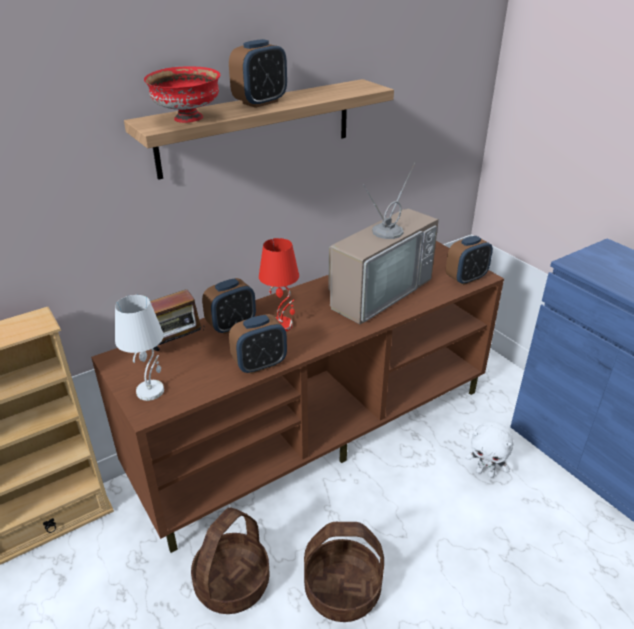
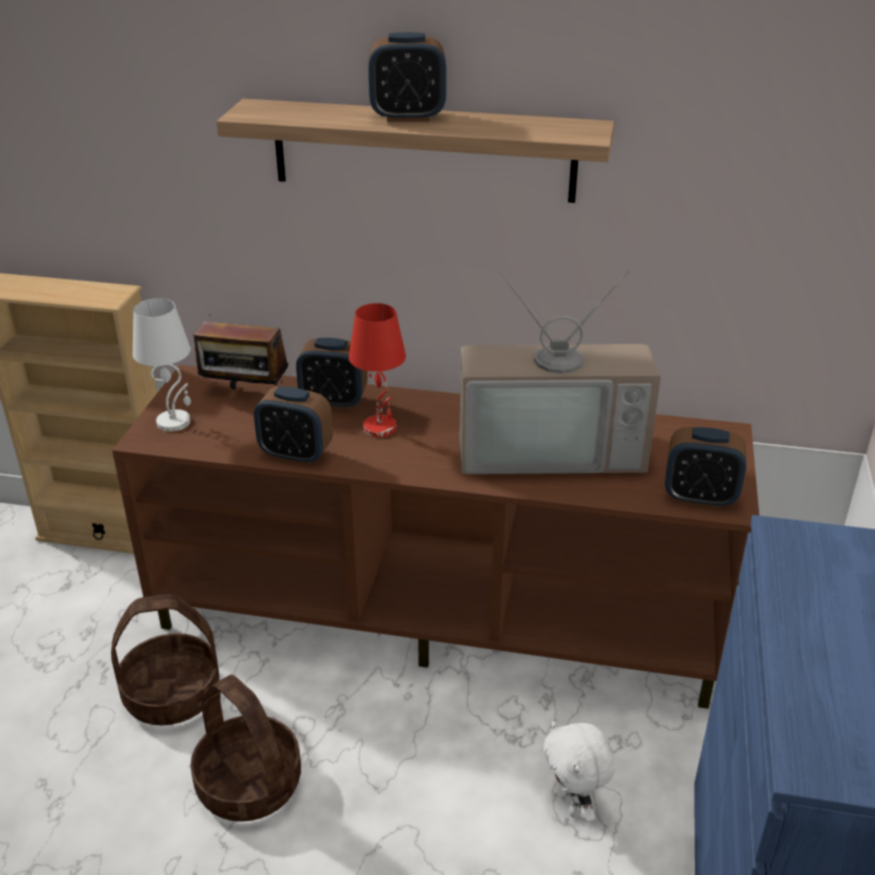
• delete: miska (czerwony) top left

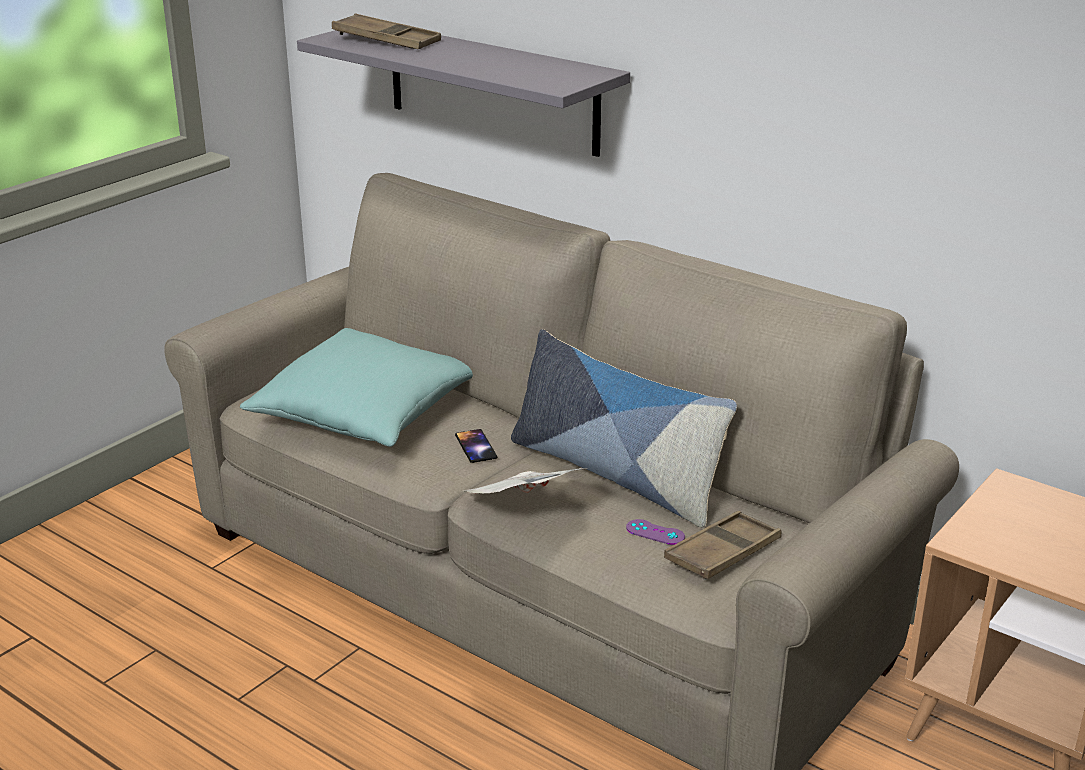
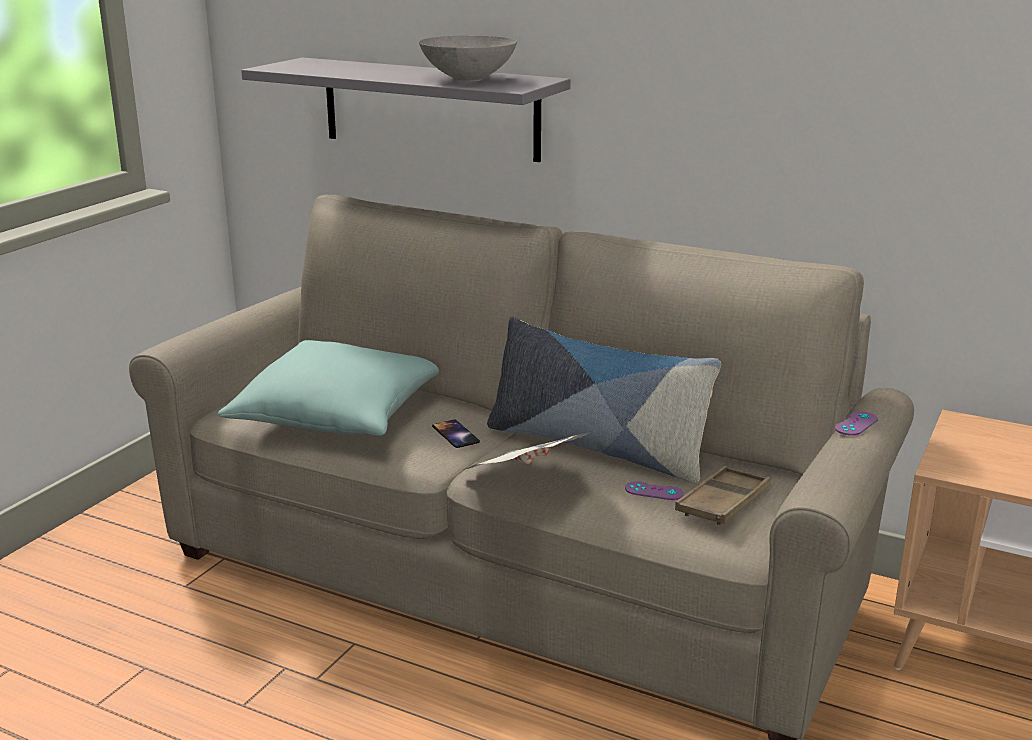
• insert: miska (szary) top centre
• insert: pad do gier (fioletowy) (2nd from left) middle right
• delete: taca (brązowy) (1st from left) top centre

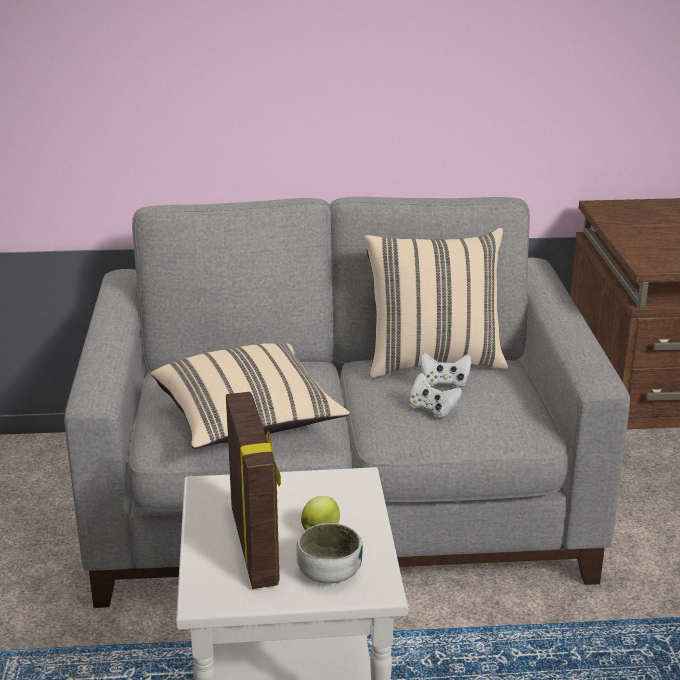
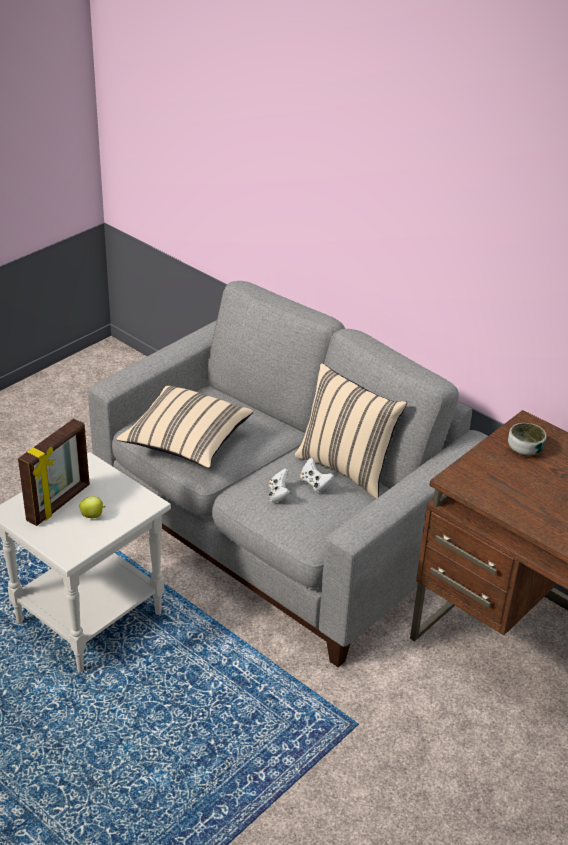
• move: miska bottom centre to middle right

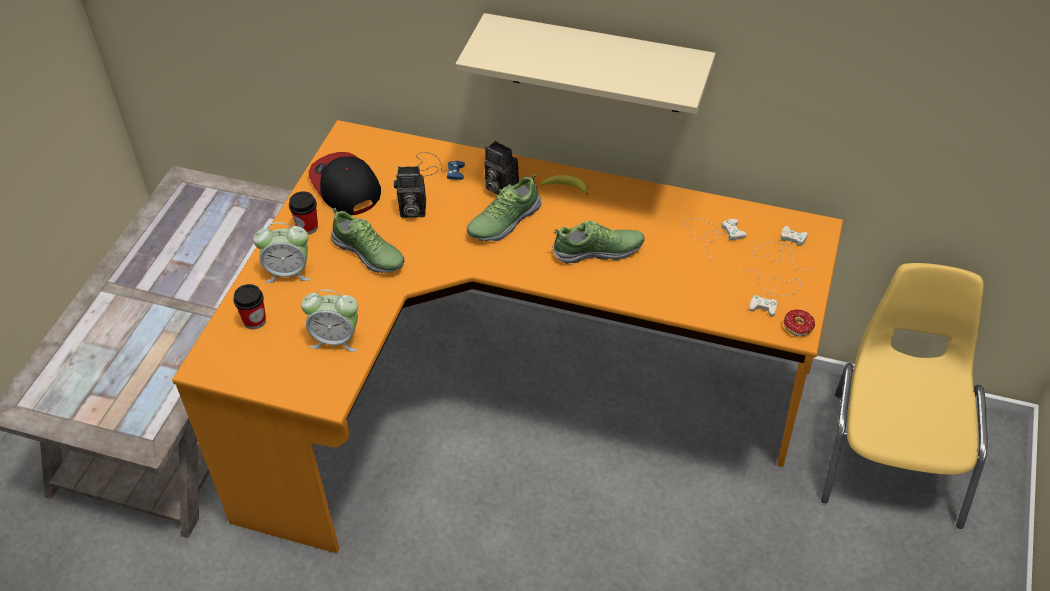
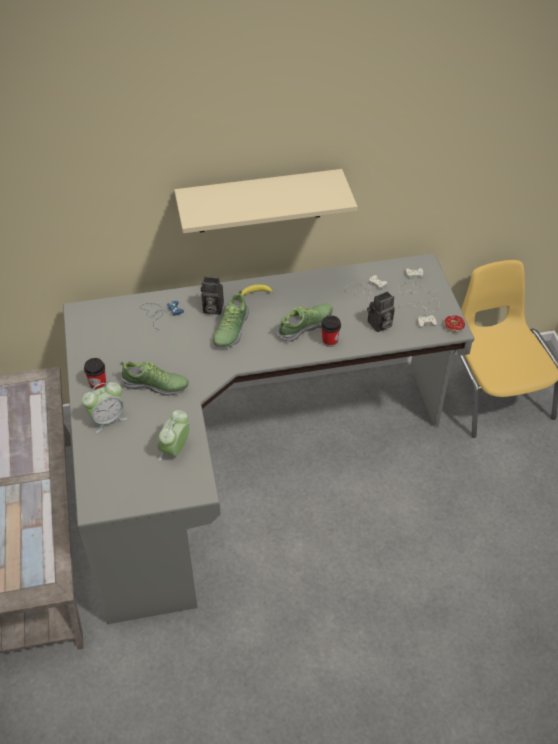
• recolor: biurko (pomarańczowy) centre to biurko (szary) centre
• rotate: budzik (2nd from left) middle left = middle left 135 degrees clockwise
• move: filiżanka (1st from left in the first image) middle left to filiżanka (2nd from left) centre
• move: aparat fotograficzny (1st from left in the first image) top centre to aparat fotograficzny (2nd from left) middle right
• delete: czapka z daszkiem top left

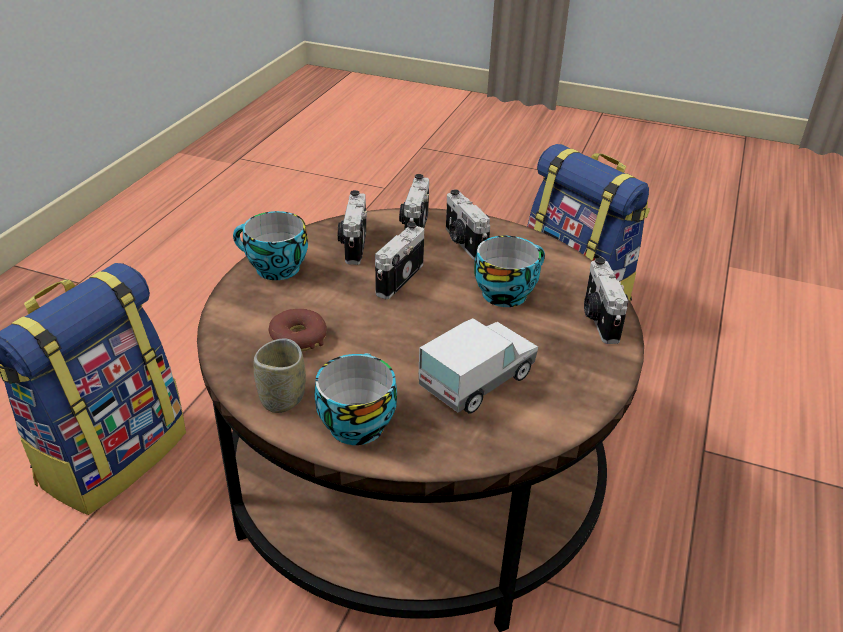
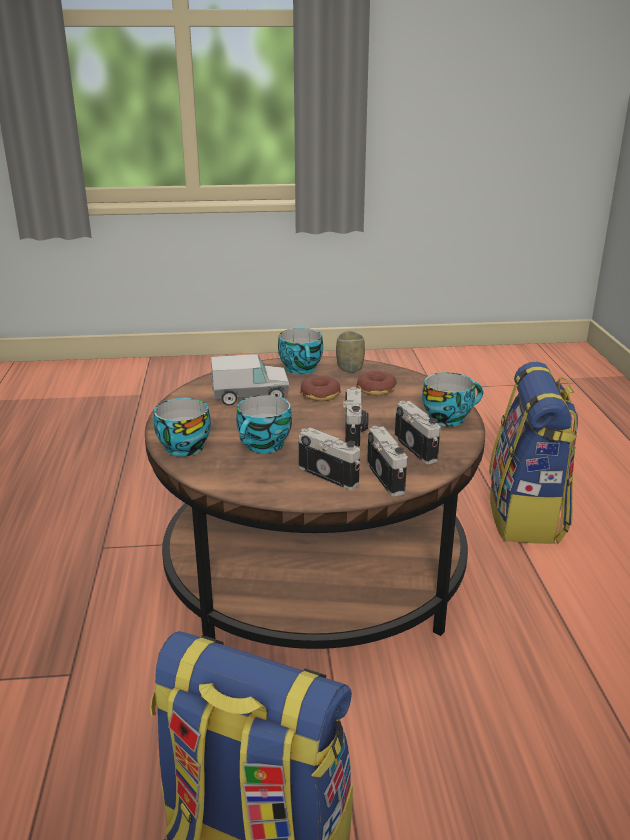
• replace: aparat fotograficzny (5th from left) middle right to filiżanka (1st from left) middle left
• rotate: ciężarówka zabawkowa centre = centre 120 degrees counterclockwise
• insert: donut (1st from left) centre

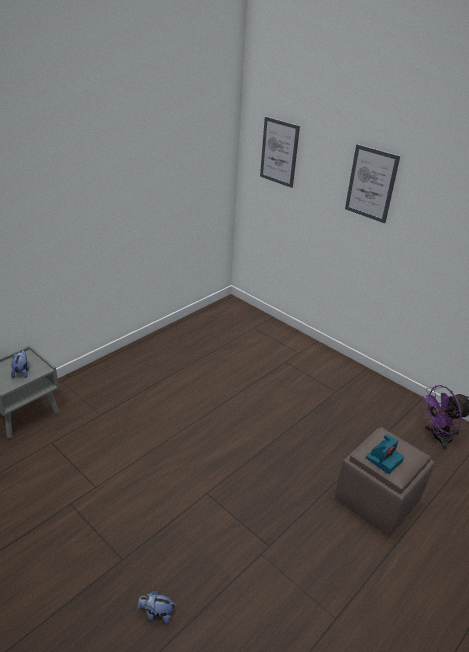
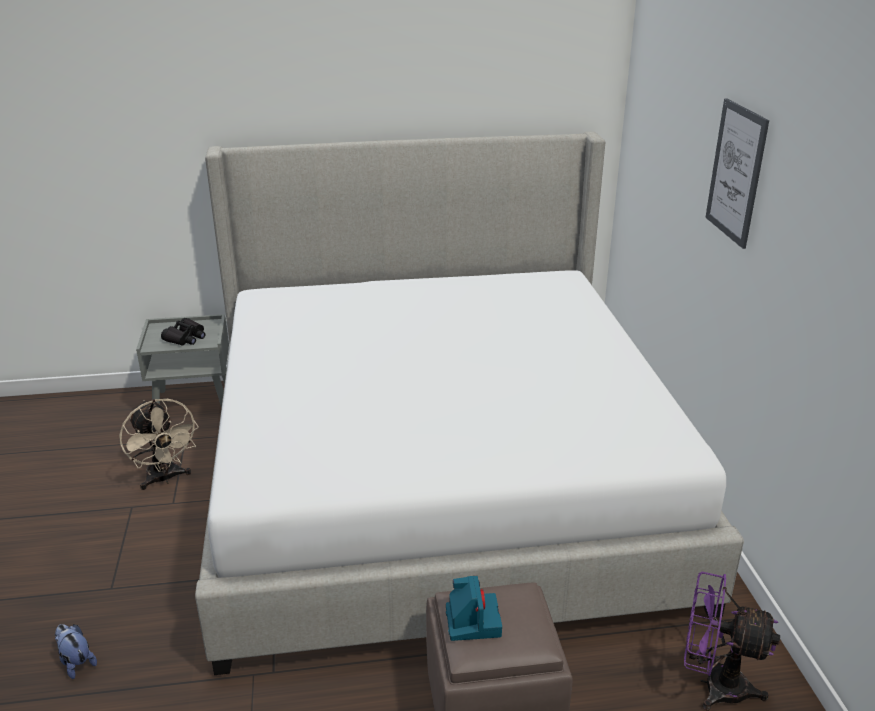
• insert: wentylator (beżowy) middle left
• replace: pluszak (1st from left) middle left to lornetka (czarny) middle left
• insert: łóżko centre
• rotate: aparat fotograficzny bottom right = bottom centre 90 degrees counterclockwise
• delete: obraz (1st from left) top centre

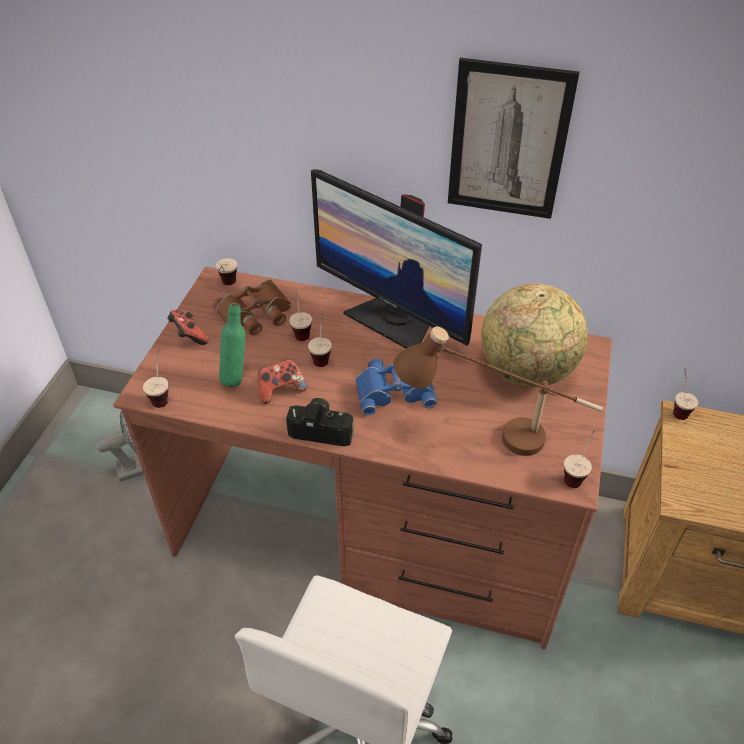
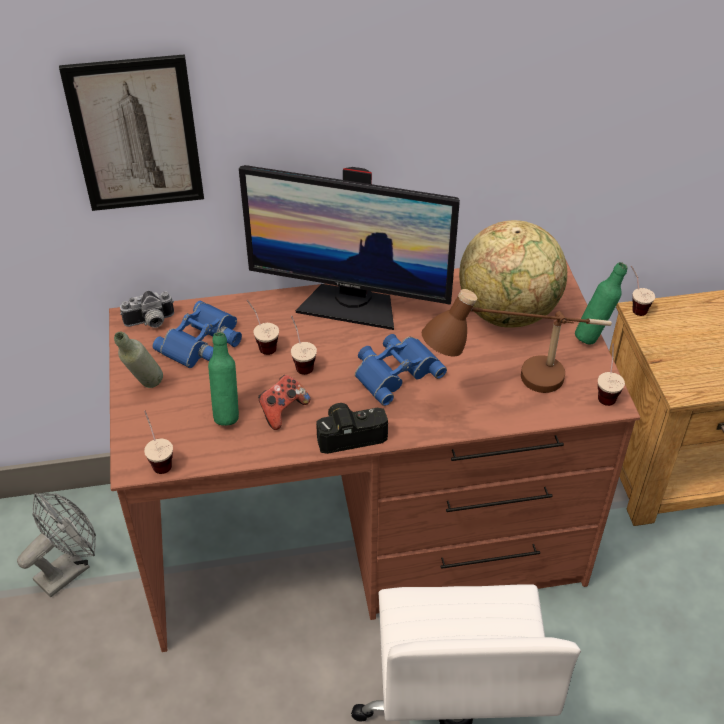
• move: obraz top right to top left
• replace: pad do gier (1st from left) middle left to butelka (szary) middle left
• replace: filiżanka (2nd from left) middle left to aparat fotograficzny (1st from left) middle left
• recolor: lornetka (brązowy) centre to lornetka (niebieski) (1st from left) middle left
• insert: butelka (zielony) (2nd from left) middle right

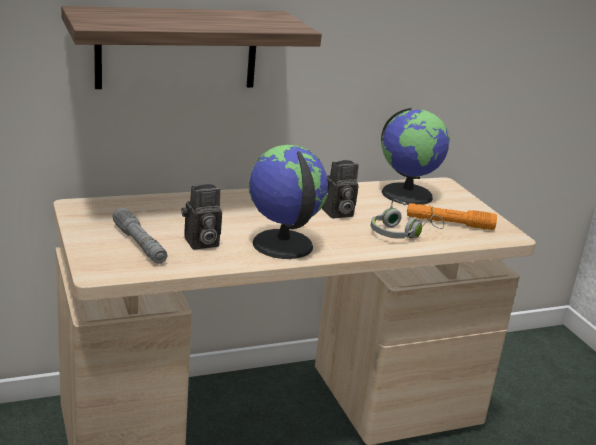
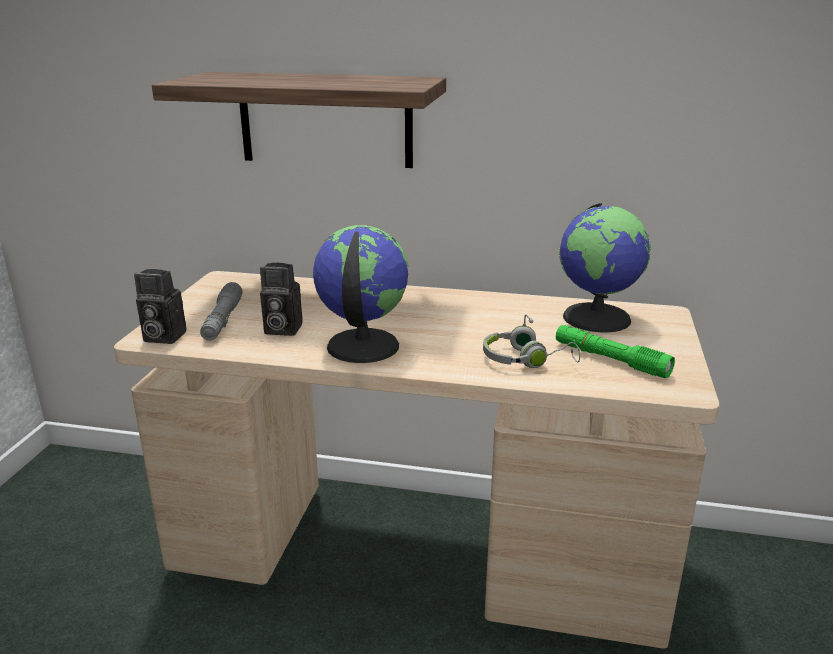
• move: aparat fotograficzny (2nd from left in the first image) centre to aparat fotograficzny (1st from left) middle left
• recolor: latarka (pomarańczowy) middle right to latarka (zielony) middle right

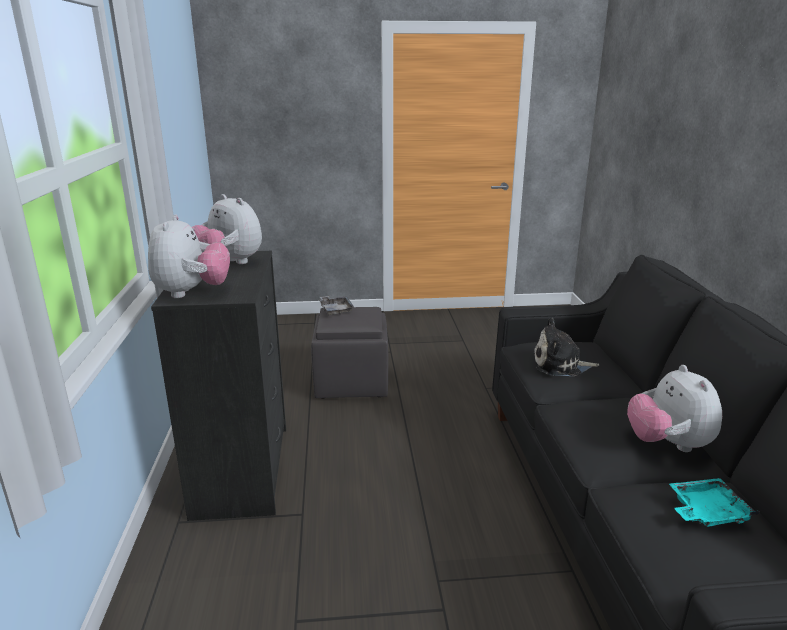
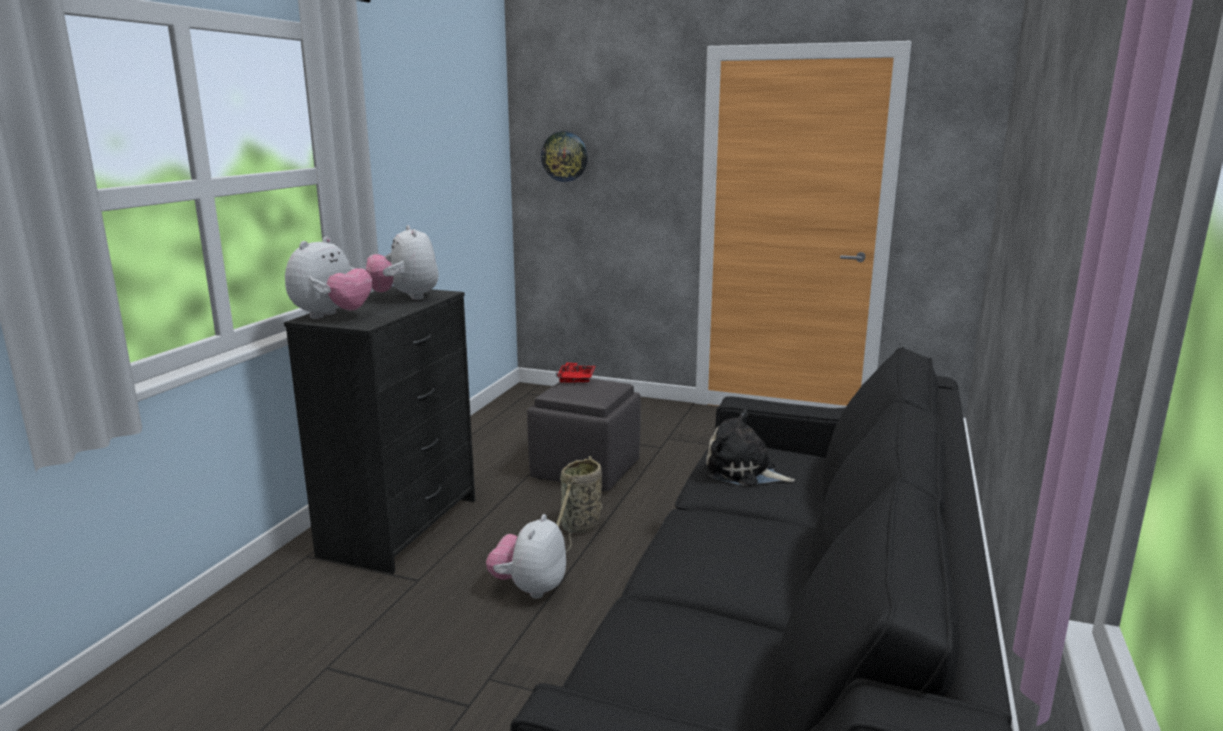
• move: pluszak (4th from left in the first image) middle right to pluszak (3rd from left) bottom centre
• insert: zegar ścienny top centre
• recolor: taca (szary) centre to taca (czerwony) centre
• insert: koszyk bottom centre
• delete: taca (turkusowy) bottom right

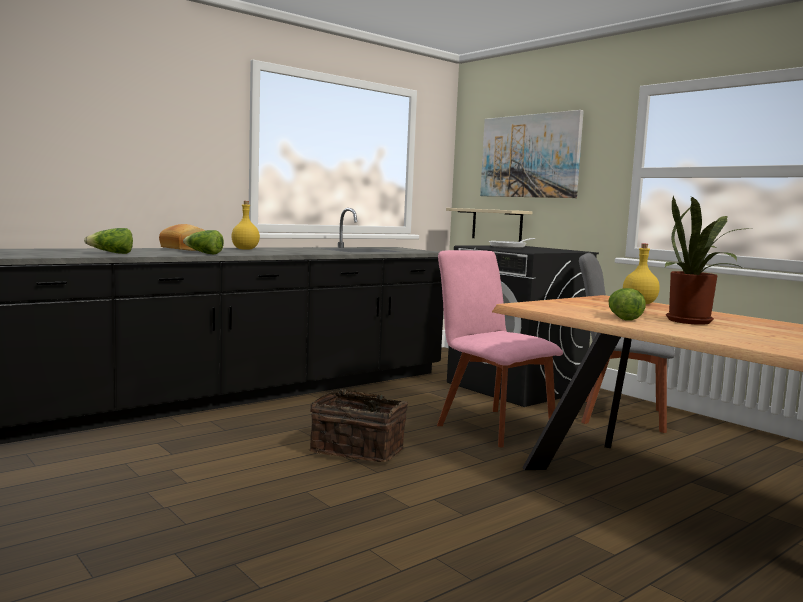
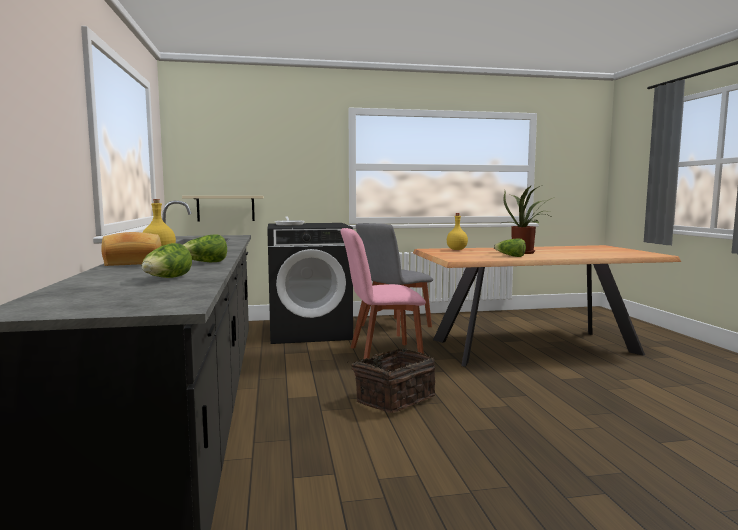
• delete: obraz top centre

